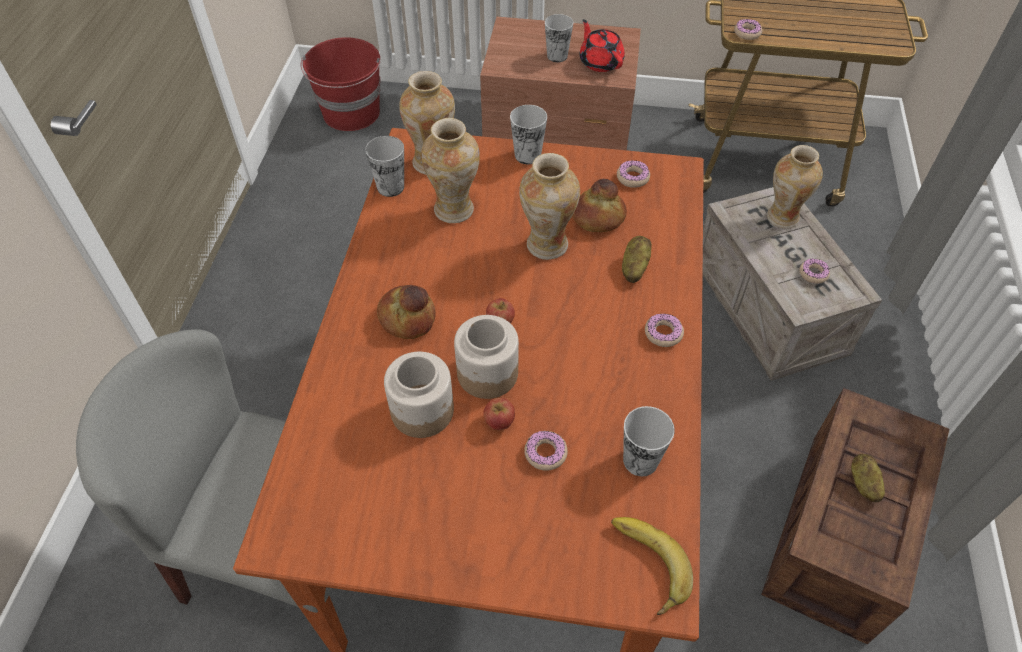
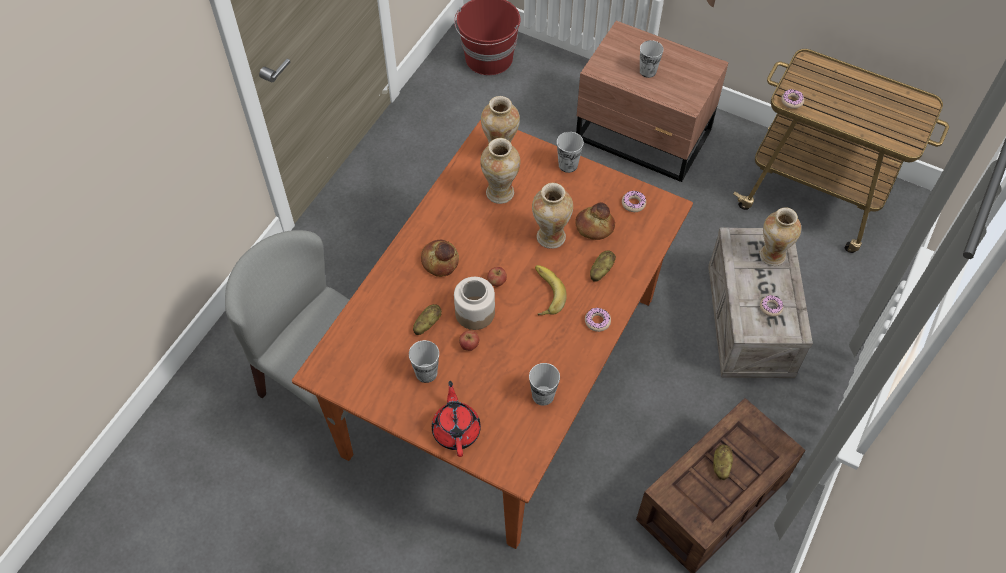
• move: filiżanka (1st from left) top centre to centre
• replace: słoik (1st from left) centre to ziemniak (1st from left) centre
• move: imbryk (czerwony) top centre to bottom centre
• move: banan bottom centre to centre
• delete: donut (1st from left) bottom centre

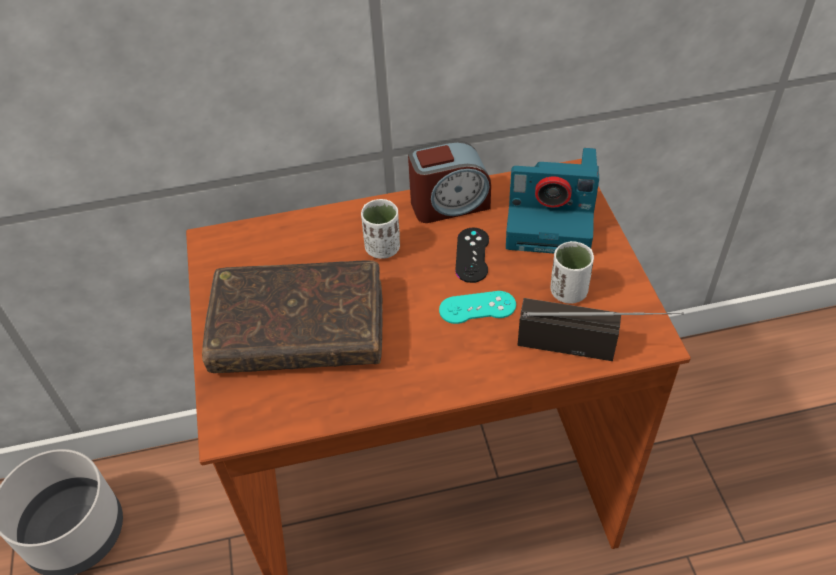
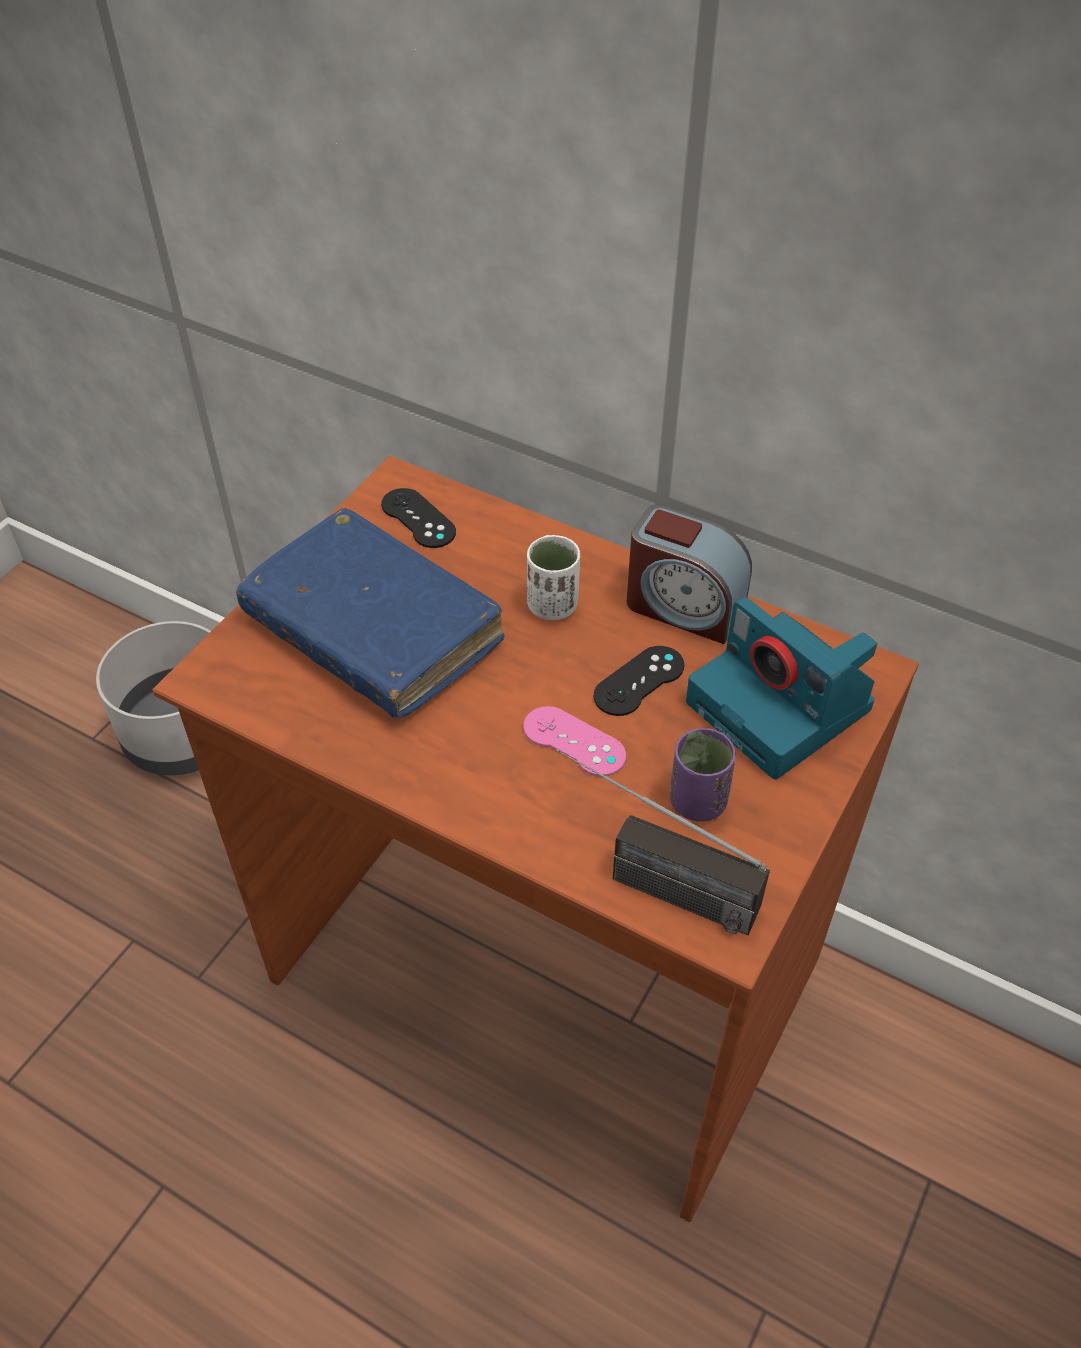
• recolor: książka (brązowy) centre to książka (niebieski) centre
• insert: pad do gier (czarny) (1st from left) centre
• recolor: pad do gier (turkusowy) centre to pad do gier (różowy) centre
• rotate: radio middle right = centre 150 degrees clockwise
• recolor: filiżanka (biały) (2nd from left) middle right to filiżanka (fioletowy) centre

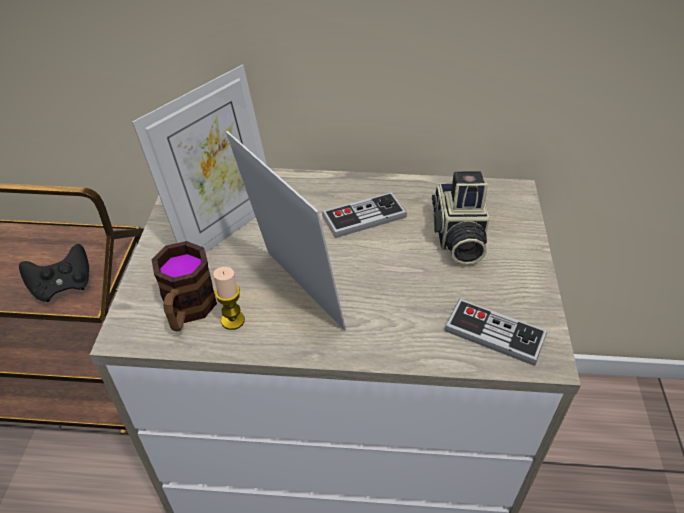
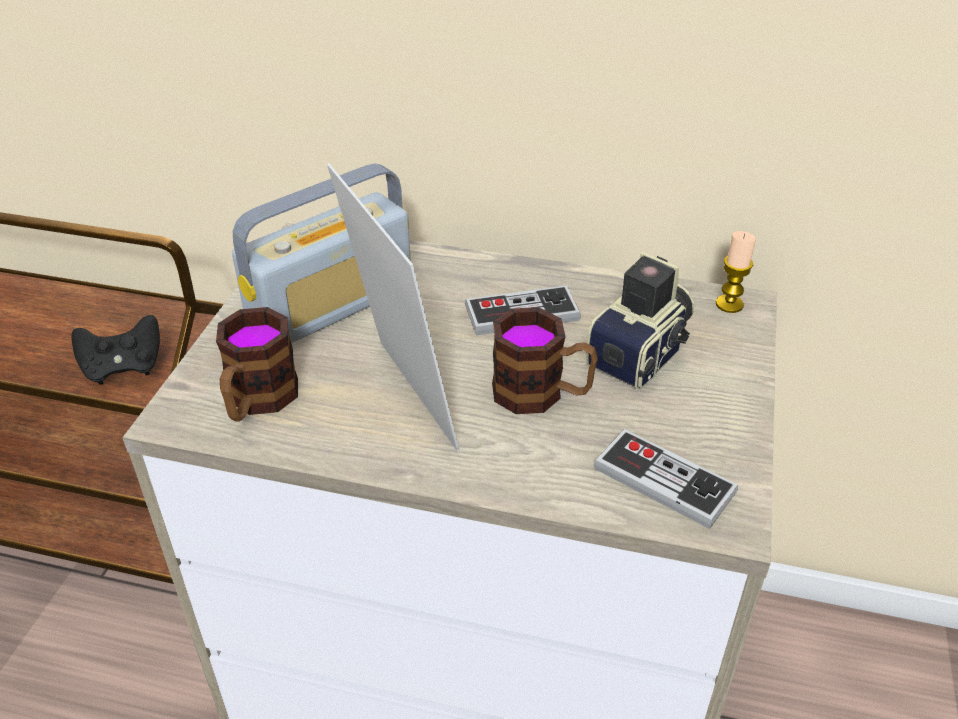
• replace: ramka na zdjęcie (1st from left) top left to radio centre
• insert: kubek (2nd from left) centre
• rotate: aparat fotograficzny middle right = middle right 150 degrees counterclockwise
• move: świeca centre to middle right

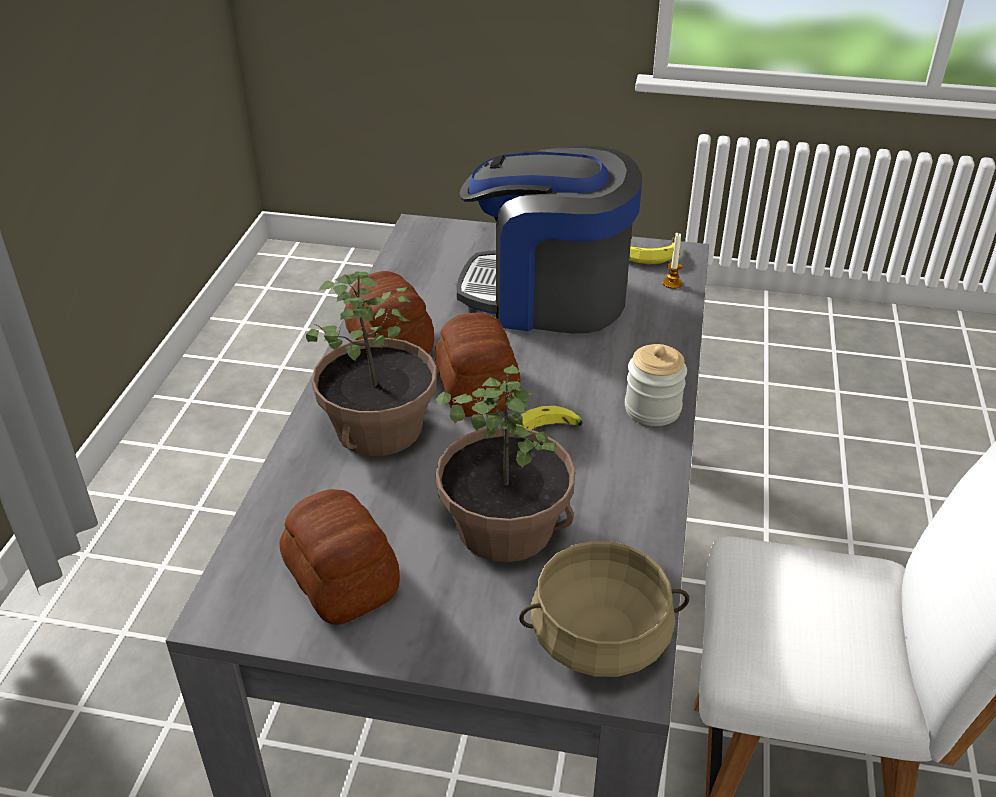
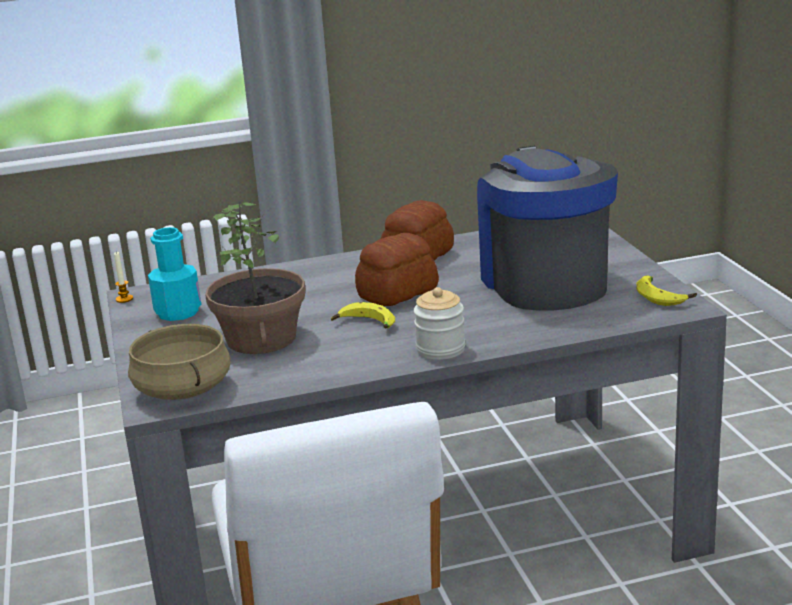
• move: świeca top right to middle left
• replace: chleb (1st from left) bottom centre to butelka (turkusowy) middle left
• delete: roślina doniczkowa (1st from left) centre

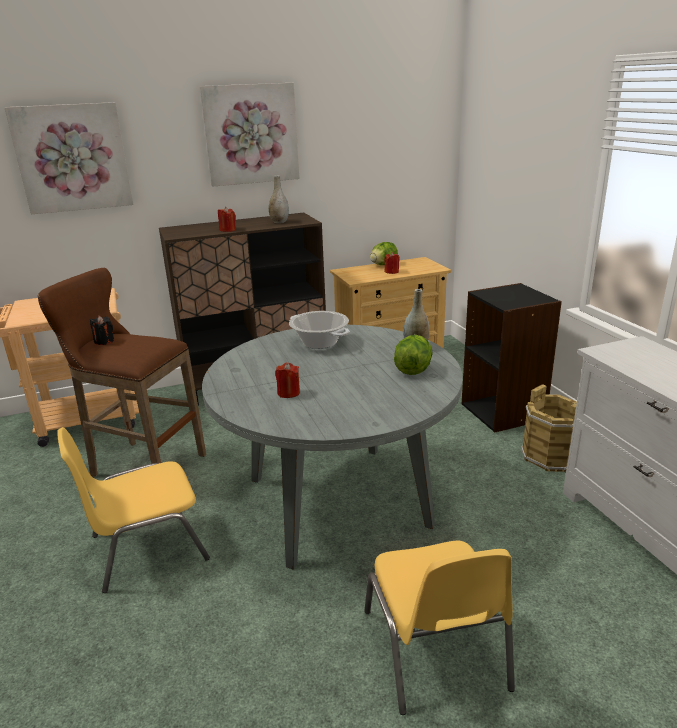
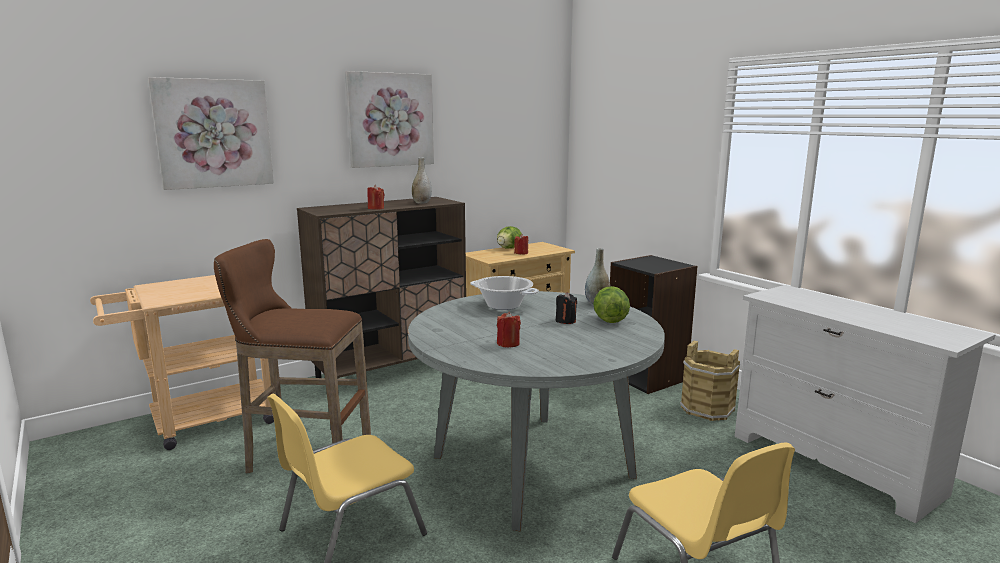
• move: świeca (czarny) middle left to centre

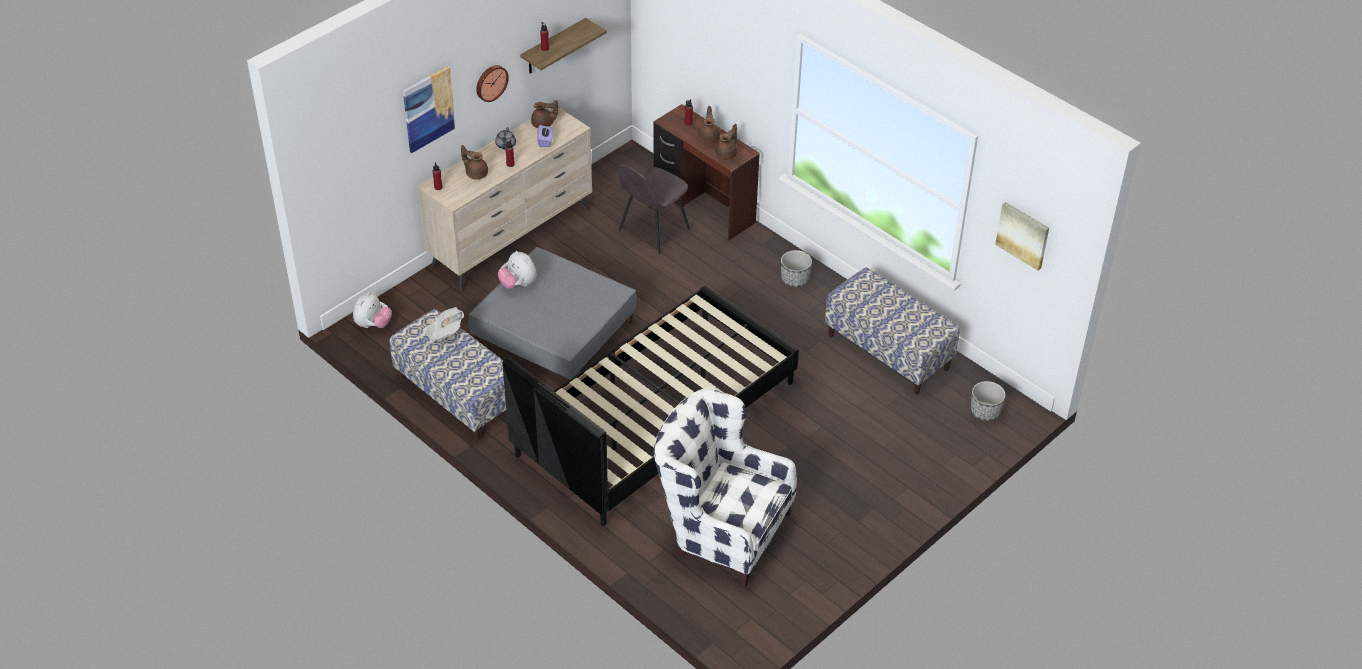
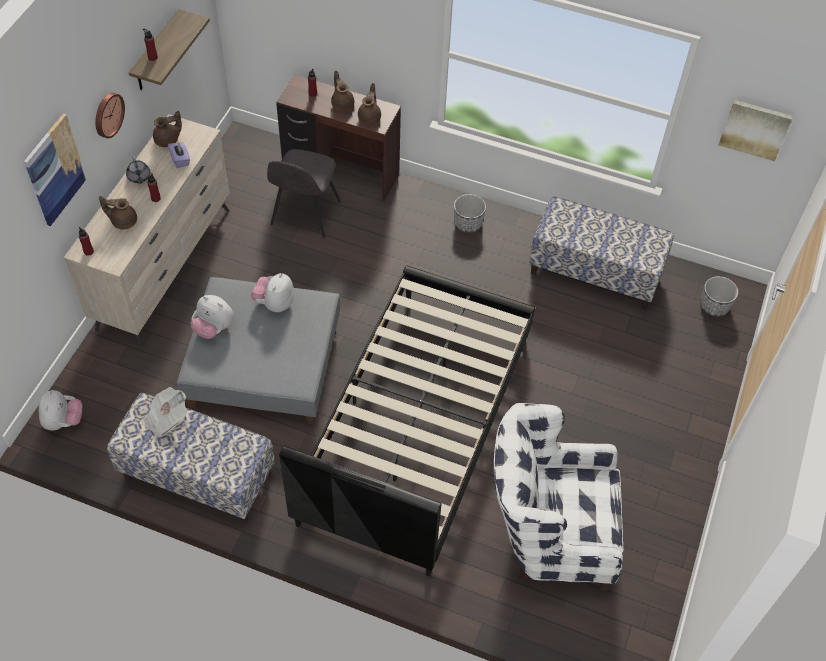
• insert: pluszak (3rd from left) middle left

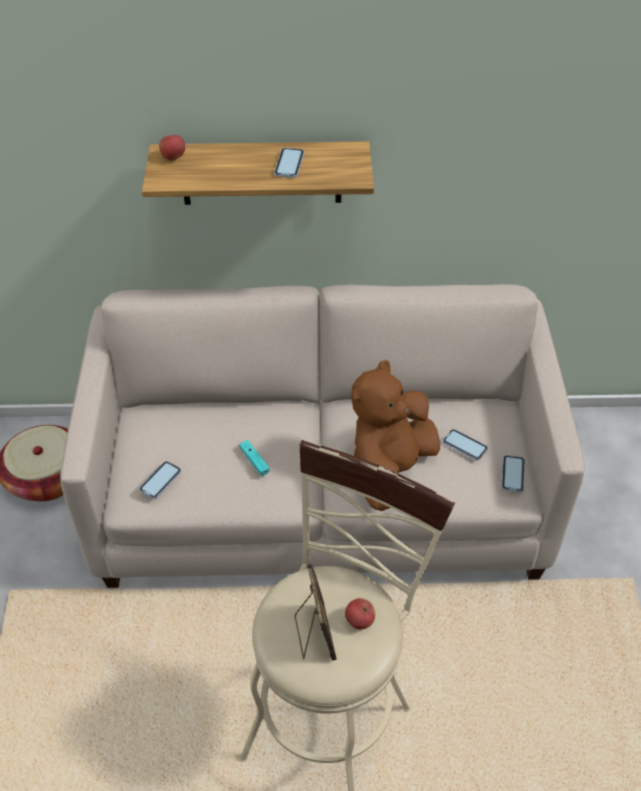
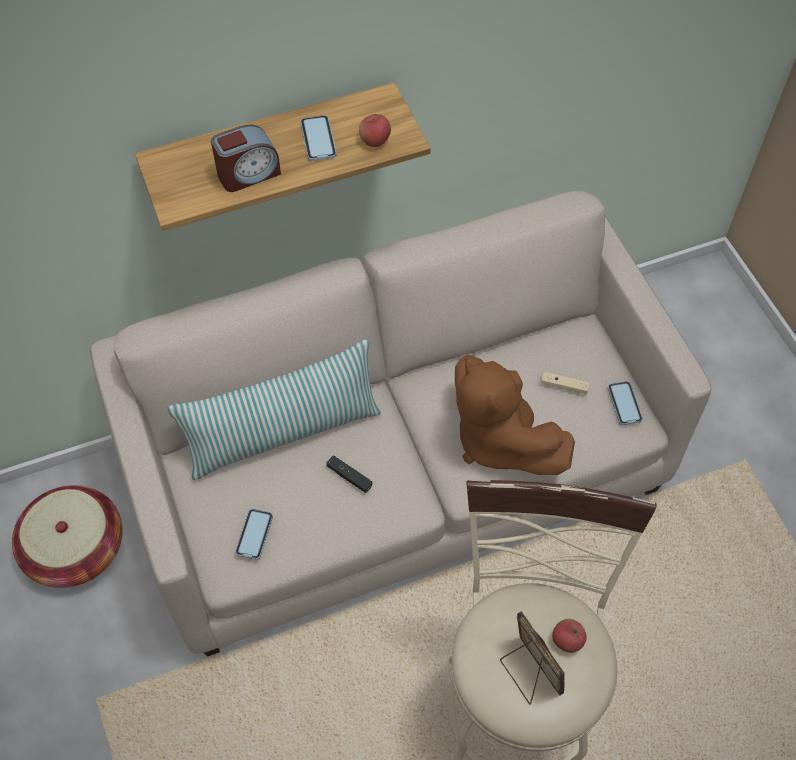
• insert: poduszka centre
• insert: budzik top left
• recolor: pad do gier (turkusowy) centre to pad do gier (czarny) centre
• move: jabłko (1st from left) top left to top centre
• rotate: pluszak (brązowy) centre = centre 45 degrees counterclockwise
• replace: telefon (3rd from left) middle right to pad do gier (beżowy) middle right

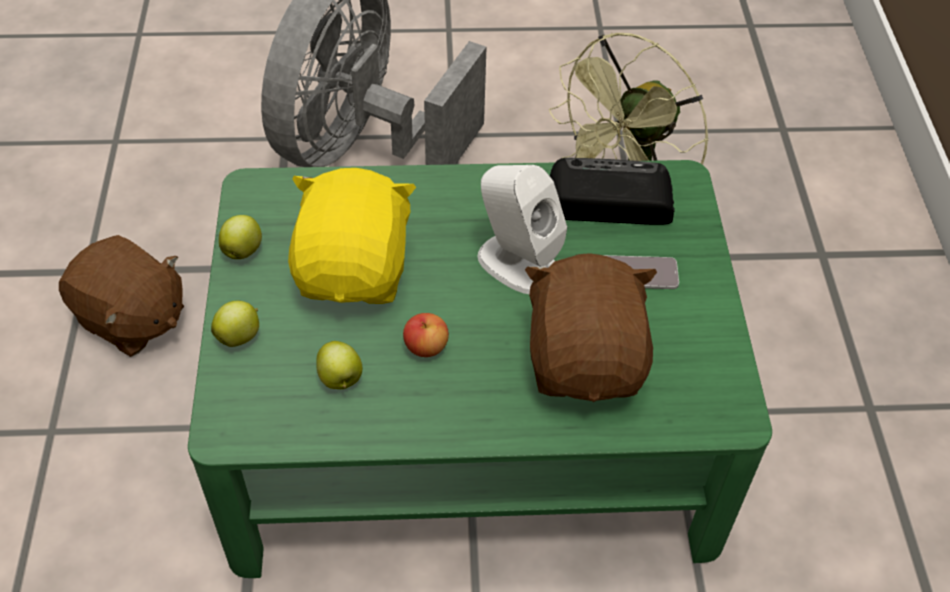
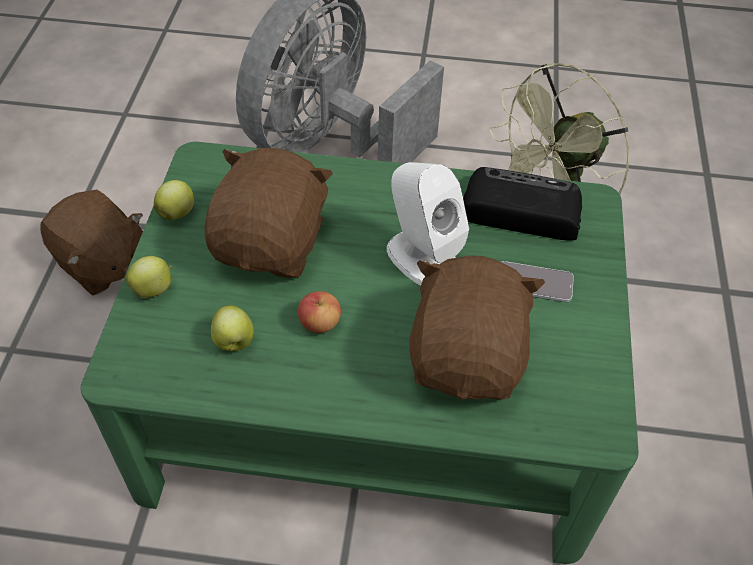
• recolor: pluszak (żółty) centre to pluszak (brązowy) (2nd from left) centre

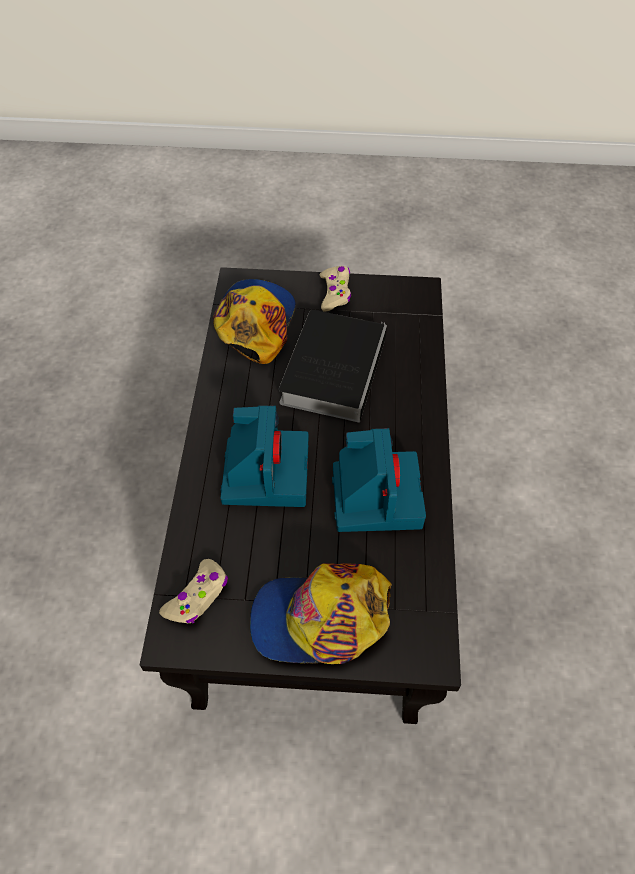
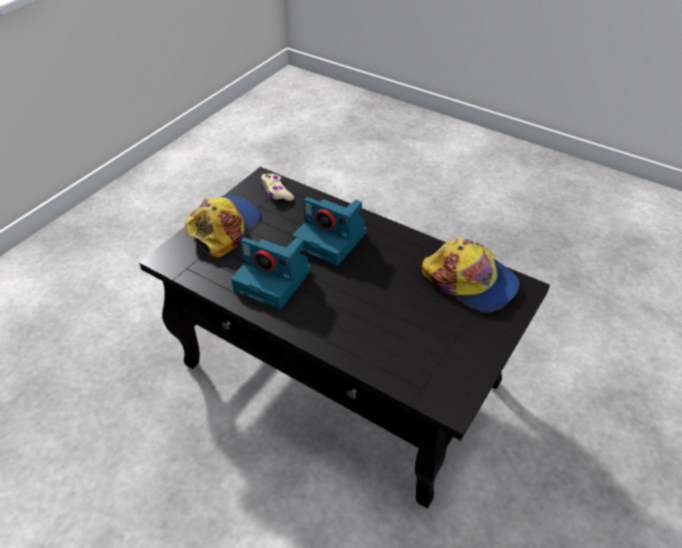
• delete: książka centre
• delete: pad do gier (beżowy) (2nd from left) top centre

